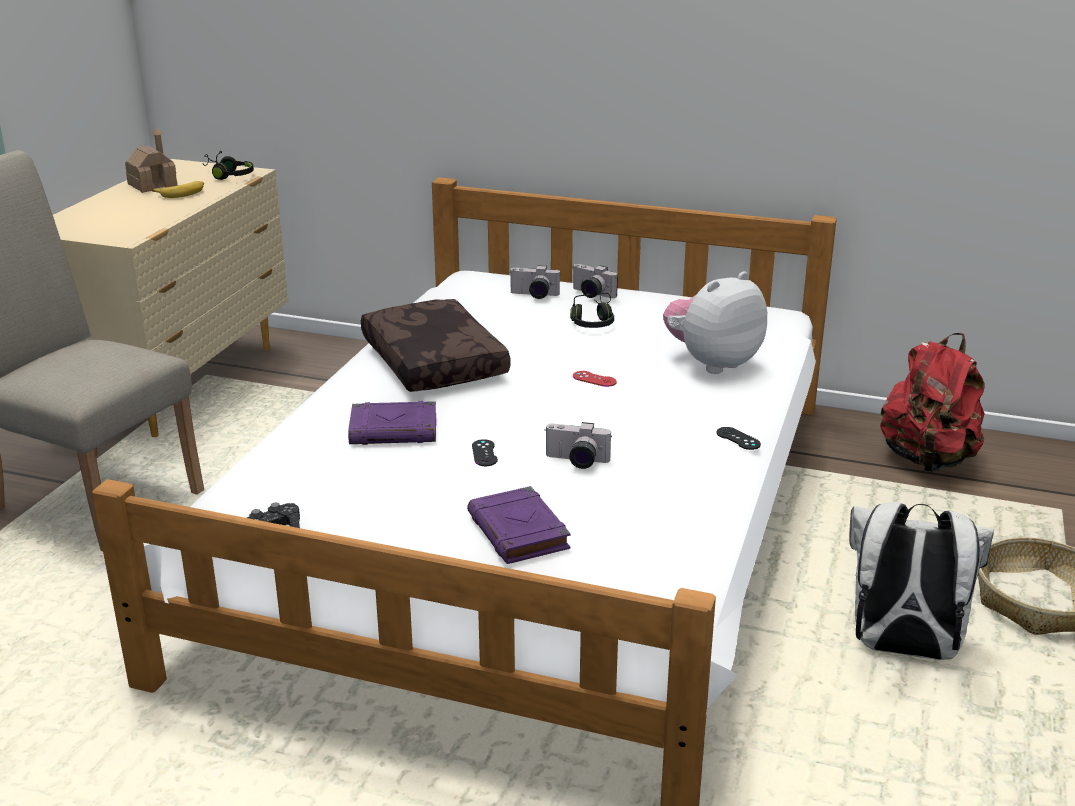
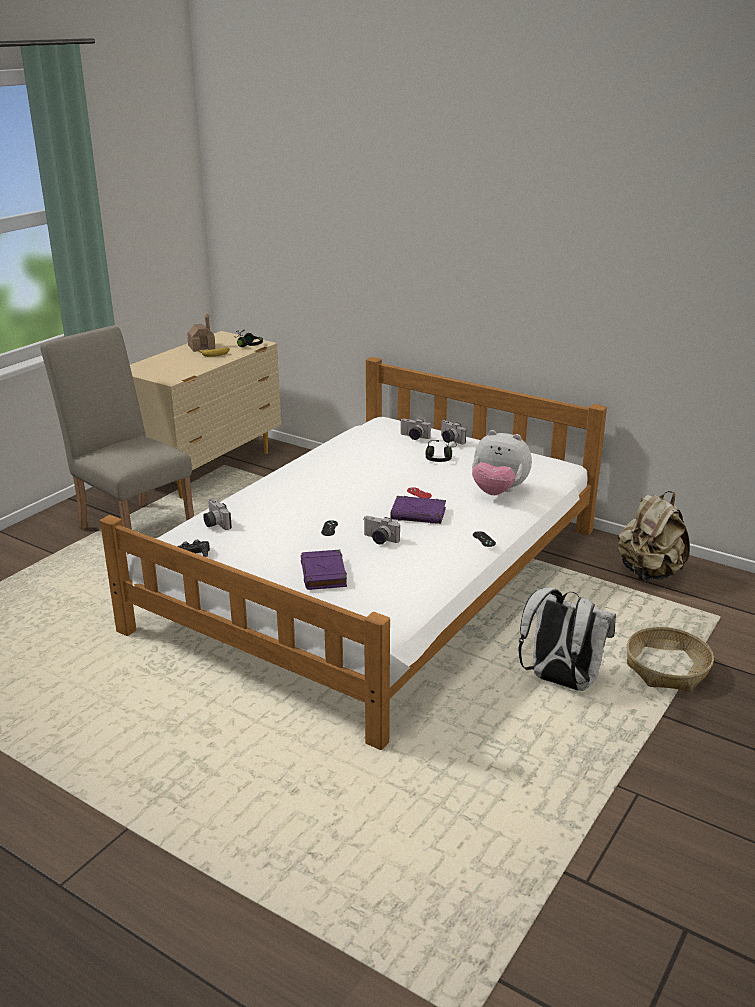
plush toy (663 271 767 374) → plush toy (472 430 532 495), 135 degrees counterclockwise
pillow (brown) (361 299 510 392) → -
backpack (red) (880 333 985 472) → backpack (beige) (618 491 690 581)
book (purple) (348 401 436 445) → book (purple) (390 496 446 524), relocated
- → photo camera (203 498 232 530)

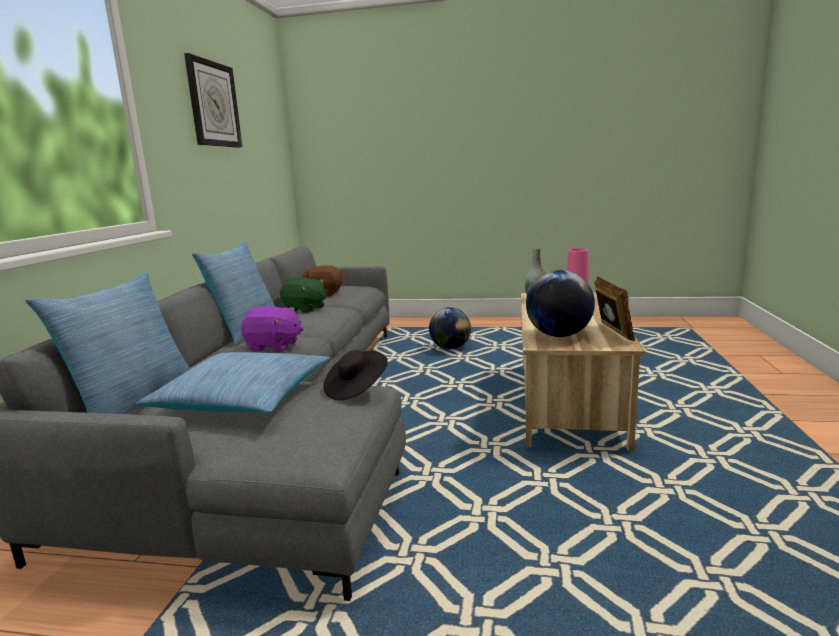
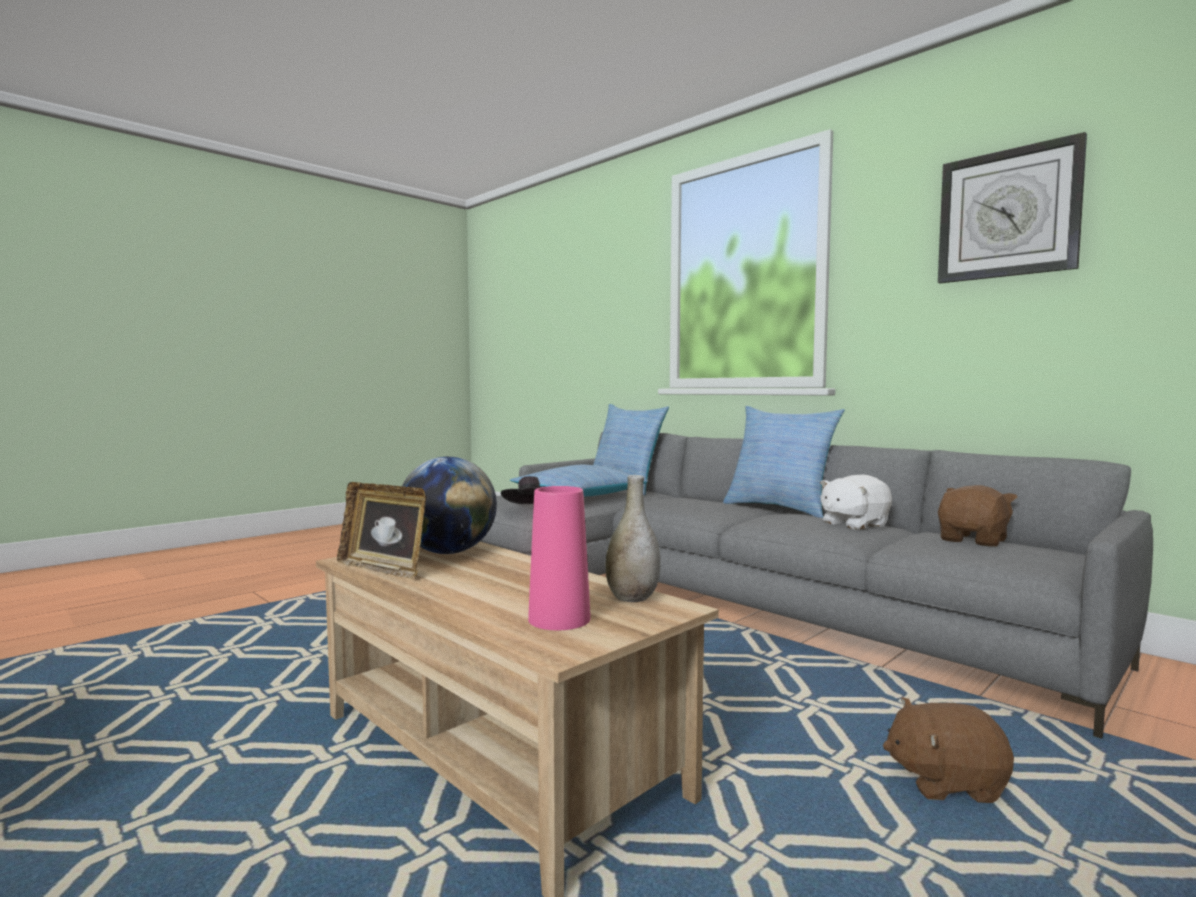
plush toy (green) (280 277 326 313) → plush toy (white) (820 475 892 530)
plush toy (purple) (241 306 303 352) → -
globe (429 307 471 349) → plush toy (brown) (883 697 1014 803)

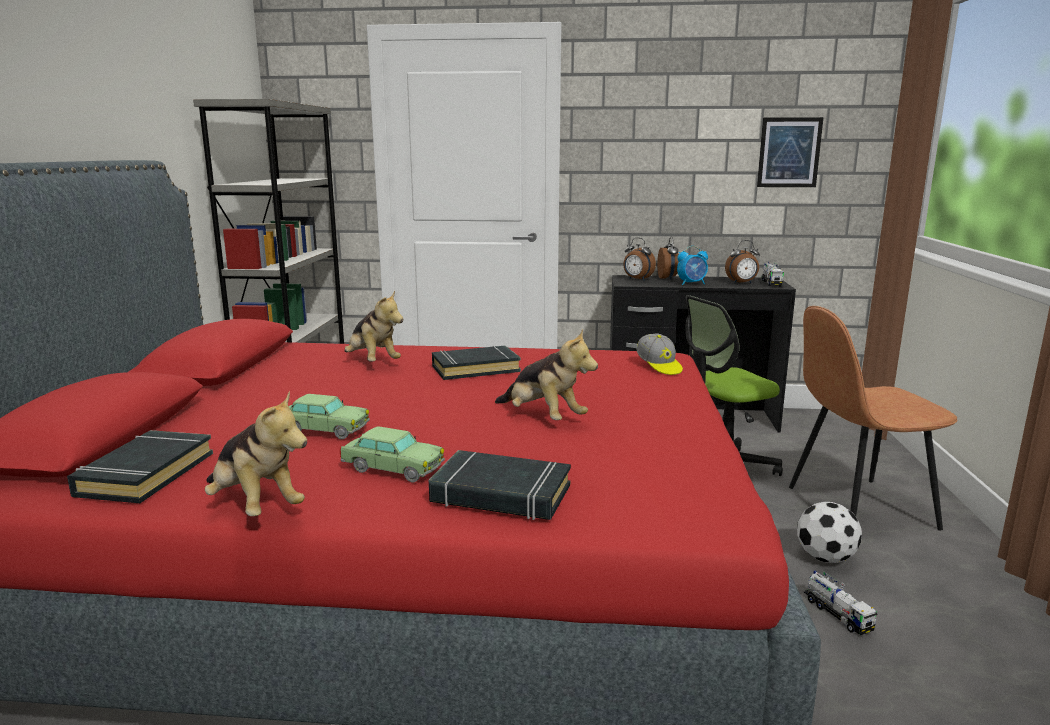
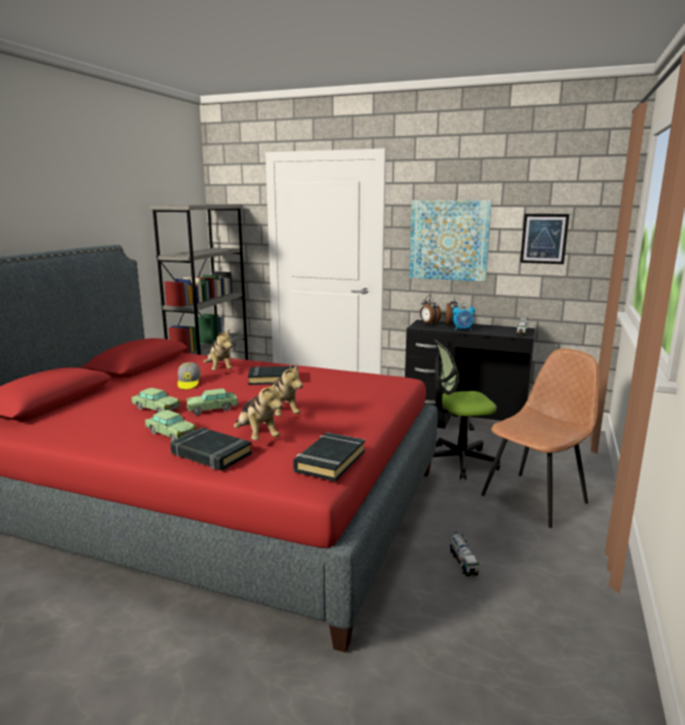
alarm clock (725 240 760 284) → -
chair (brown) (789 306 958 530) → chair (brown) (481 349 599 528), 135 degrees clockwise
cap (636 333 683 375) → cap (177 362 201 390), relocated
plush toy (205 391 307 516) → plush toy (234 381 283 440), relocated
book (black) (67 430 213 503) → book (black) (293 432 365 481), relocated
football (797 502 862 563) → -
- → picture (409 200 492 282)
- → toy car (186 388 238 415)

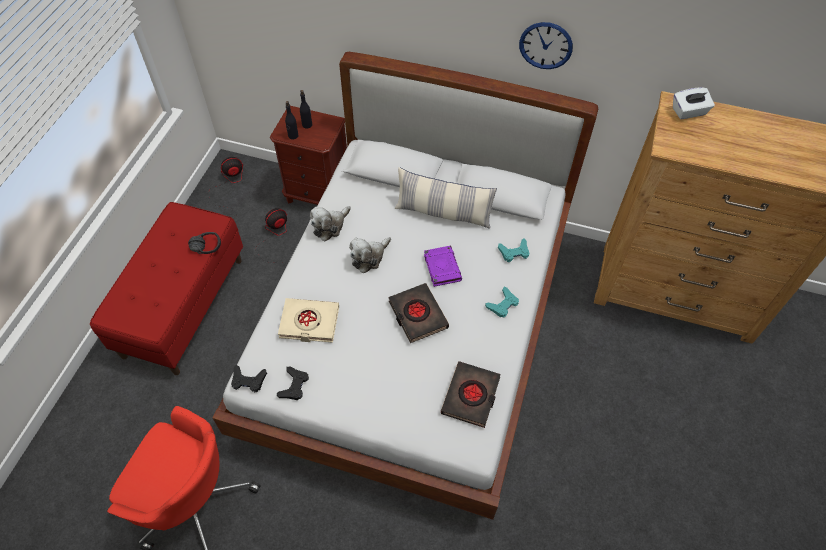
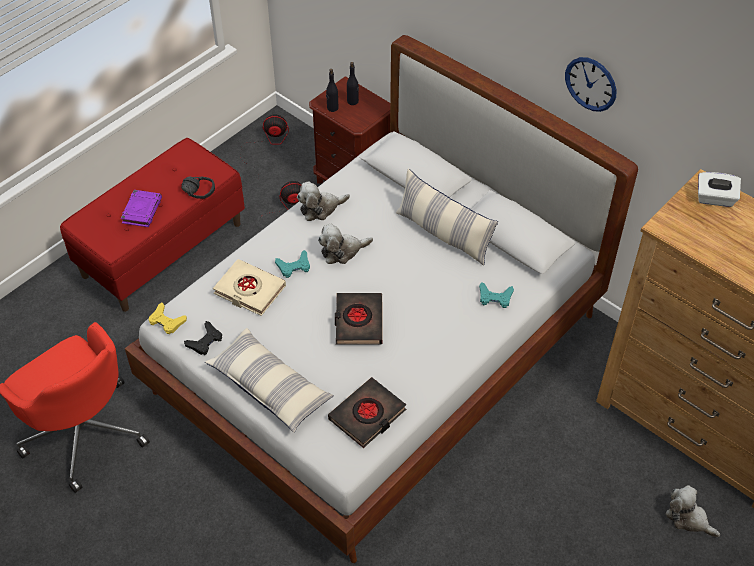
book (purple) (424 246 462 287) → book (purple) (121 190 162 227), relocated
game controller (turquoise) (485 287 519 317) → game controller (turquoise) (275 250 310 278), relocated
game controller (black) (231 365 267 392) → game controller (yellow) (148 303 187 334)
- → pillow (205 328 334 433)
- → plush toy (665 485 720 537)

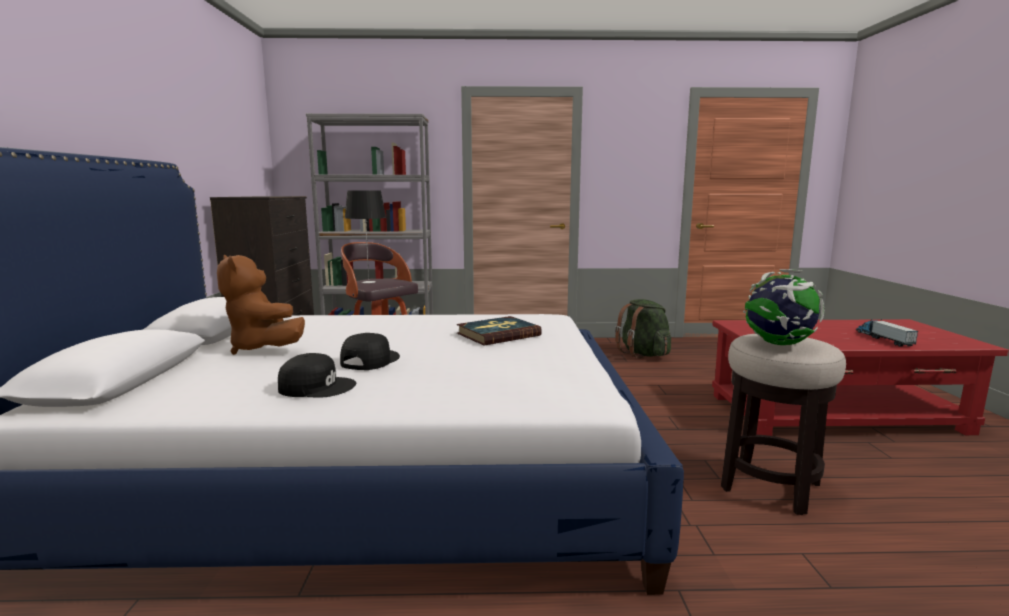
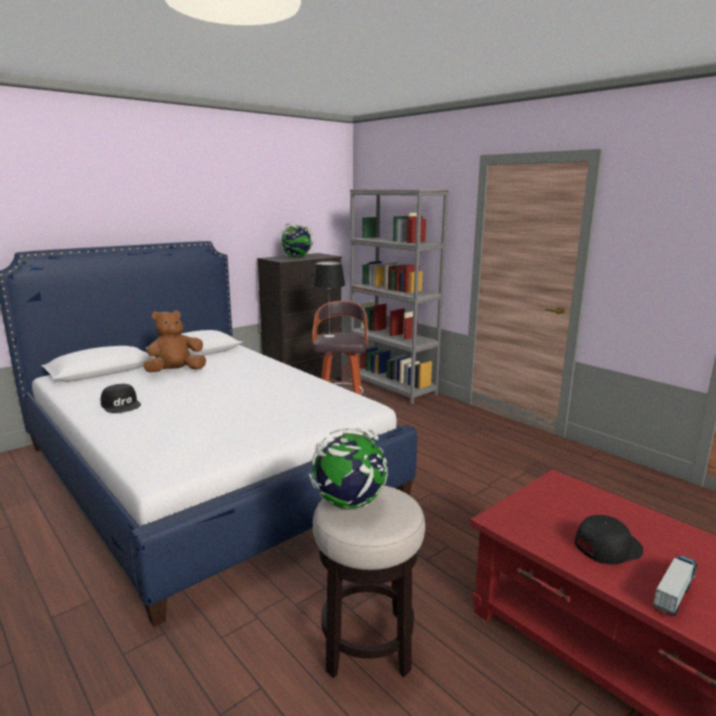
plush toy (brown) (217 255 305 355) → plush toy (brown) (143 310 206 372), 45 degrees clockwise
backpack (green) (615 299 671 358) → -
book (457 316 542 346) → -
cap (black) (340 333 400 370) → cap (black) (575 515 644 564), relocated
- → globe (280 224 314 257)

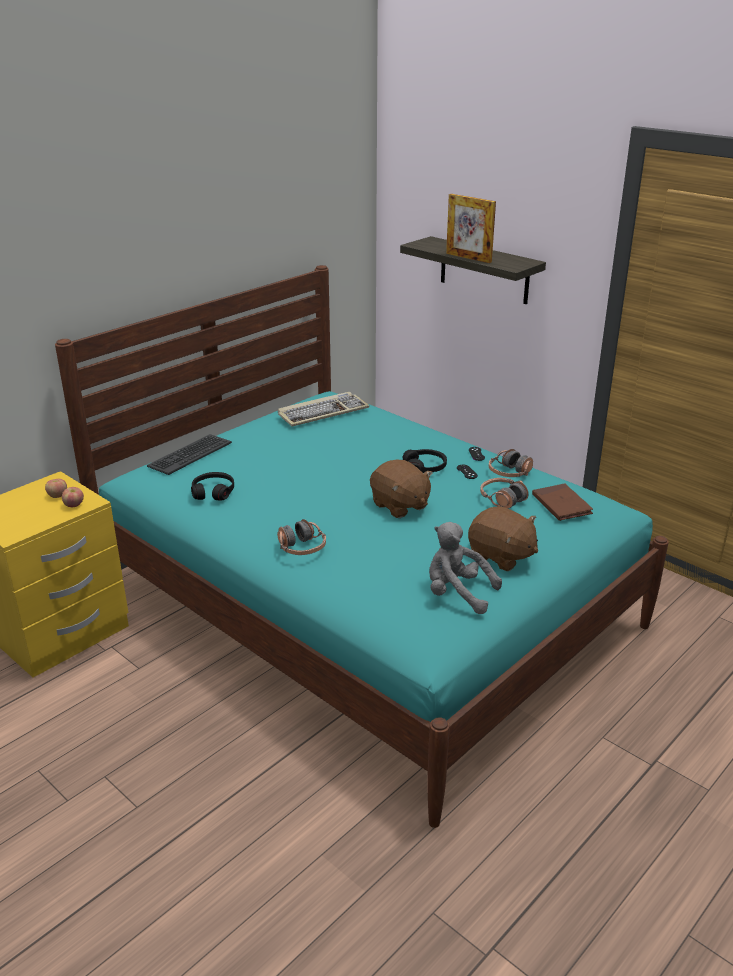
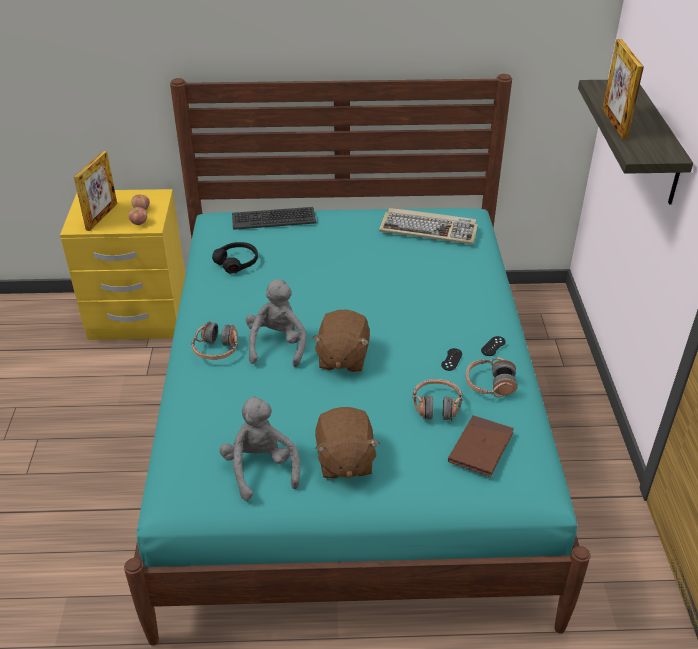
headphones (black) (403 449 447 473) → -
- → picture frame (74 151 117 231)
- → plush toy (grey) (246 279 307 367)

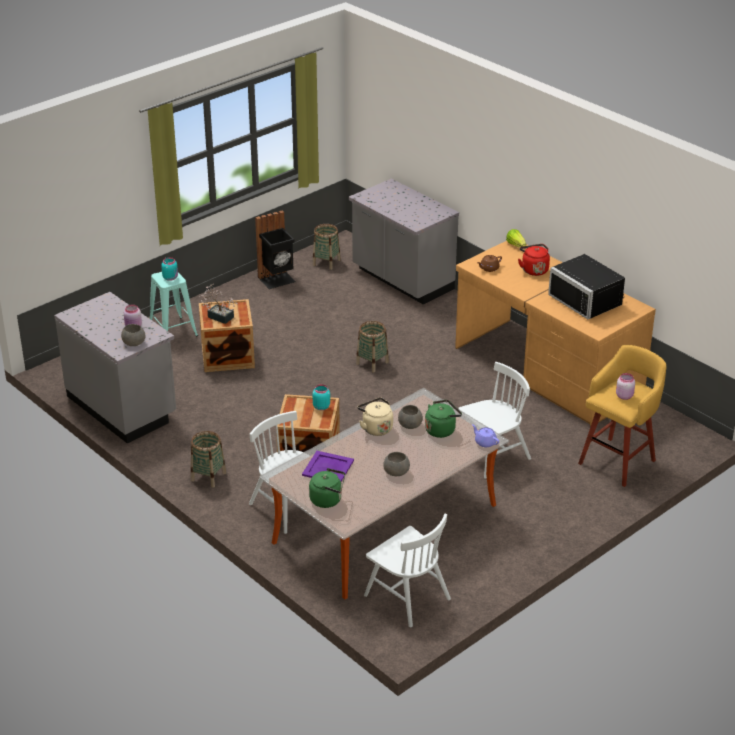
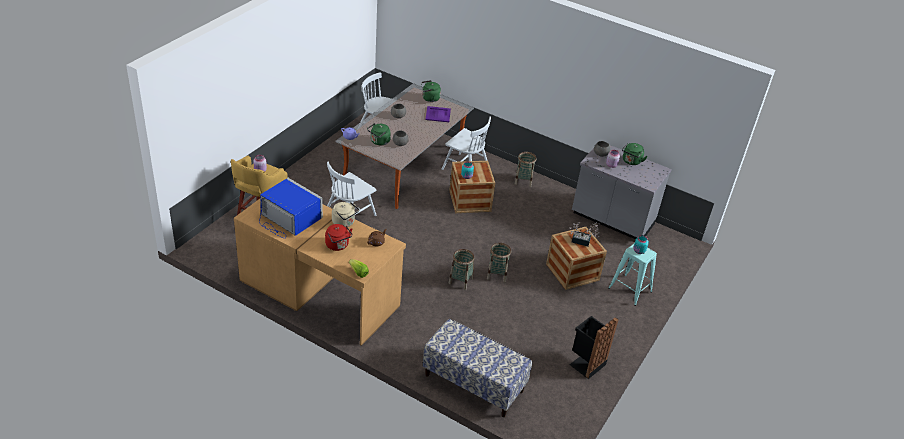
counter (grey) (349 178 459 304) → bench (423 319 532 417)
basket (313 224 341 270) → basket (487 243 511 282), relocated
microwave (black) (548 254 625 319) → microwave (blue) (259 178 323 238)
kettle (beige) (357 397 393 436) → kettle (beige) (332 202 359 227), relocated
- → kettle (green) (622 143 648 165)

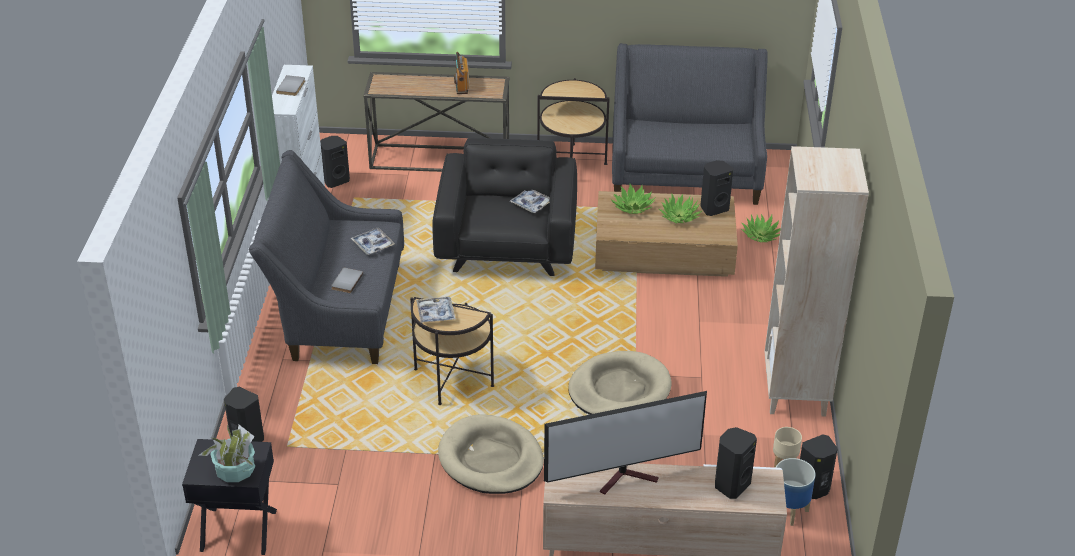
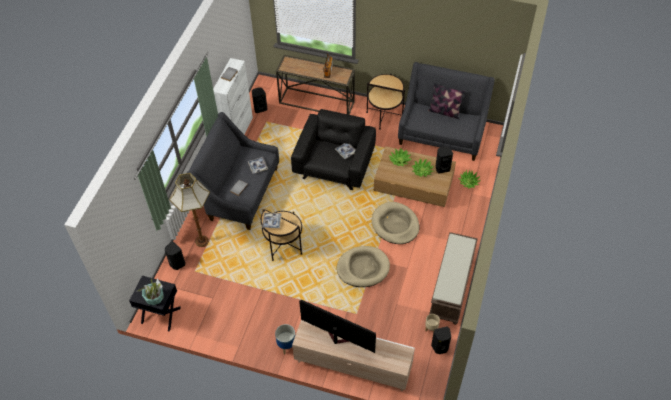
bookcase (beige) (764 146 869 417) → bench (brown) (429 232 478 325)
television (544 391 707 494) → television (299 300 376 353), 150 degrees counterclockwise
dog bed (beige) (438 414 544 494) → dog bed (beige) (372 202 419 244), relocated
speaker (black) (715 427 757 499) → -
planter (776 458 815 526) → planter (275 324 295 354), relocated
- → pillow (428 83 465 119)
- → floor lamp (169 173 210 247)

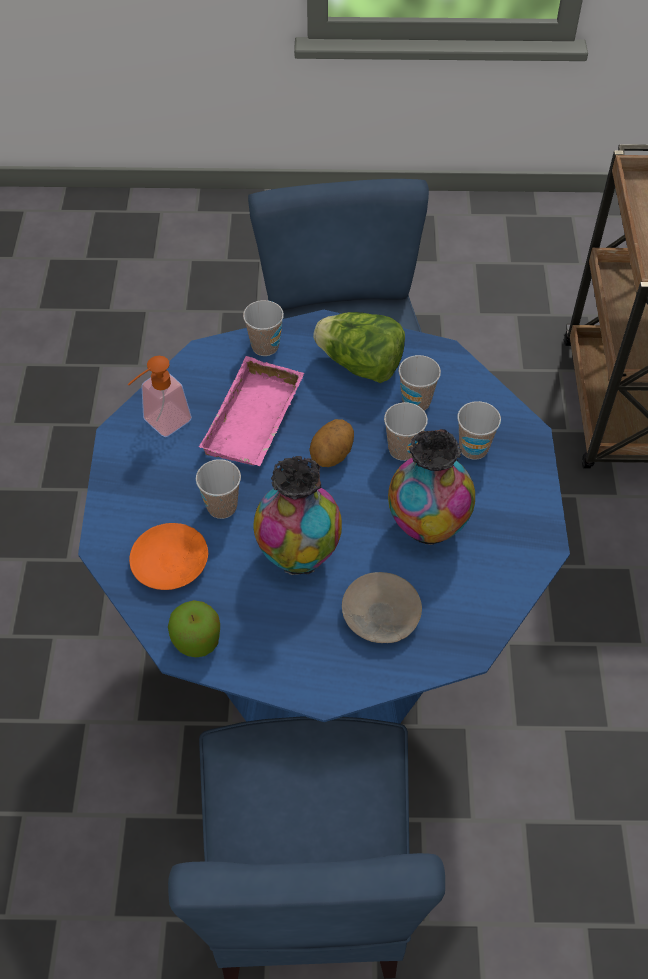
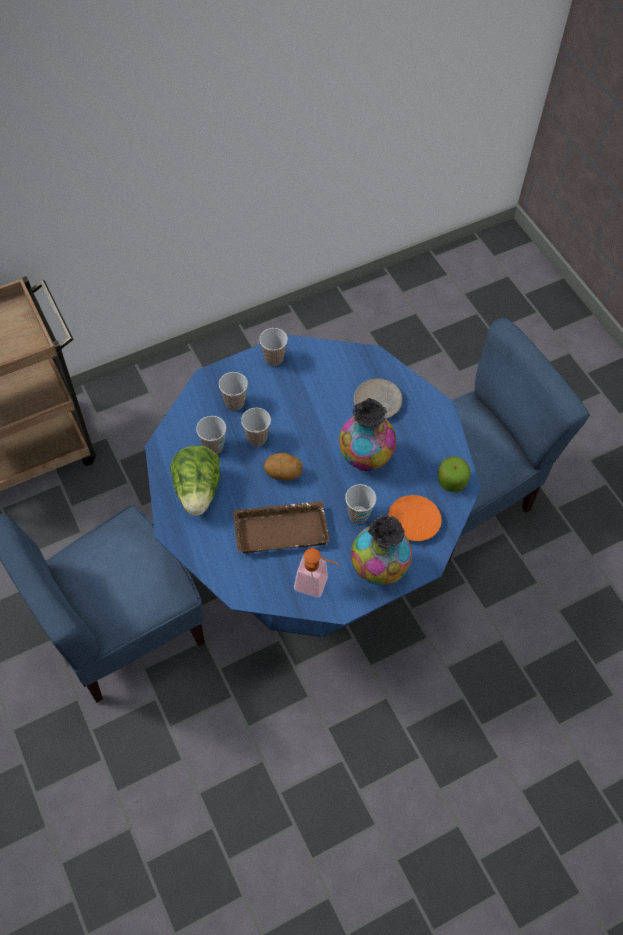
cup (243 300 284 356) → cup (259 328 288 366), relocated
tray (pink) (199 356 304 466) → tray (brown) (233 501 330 553)
vase (388 429 475 547) → vase (351 514 412 585), relocated

